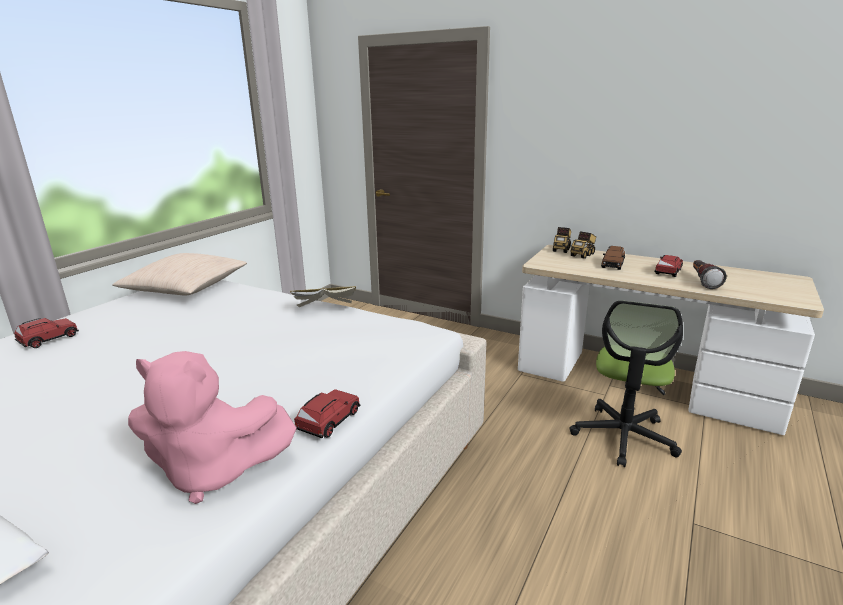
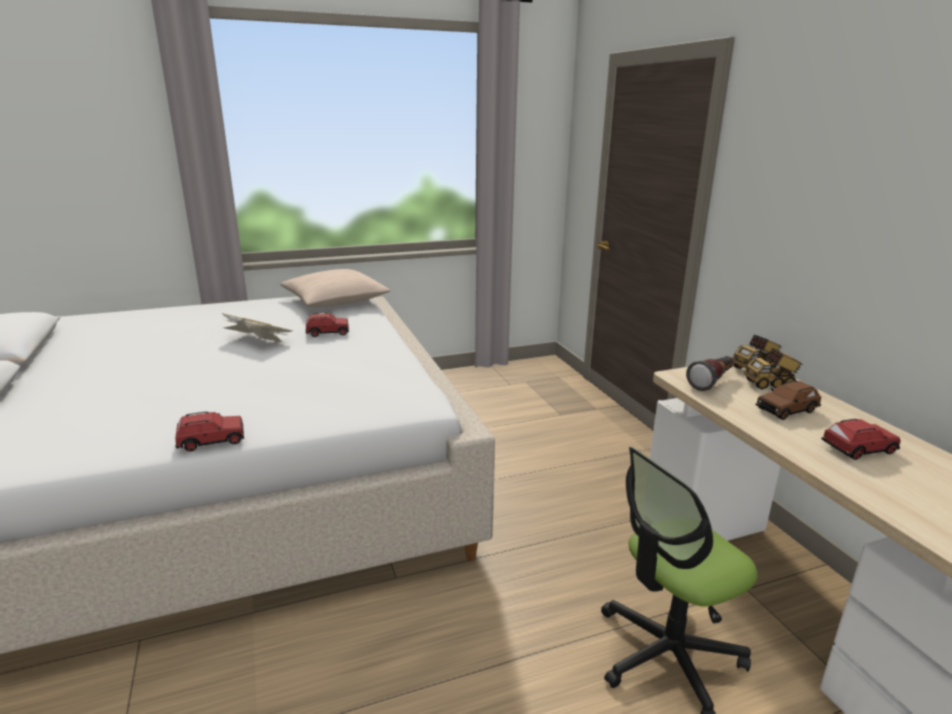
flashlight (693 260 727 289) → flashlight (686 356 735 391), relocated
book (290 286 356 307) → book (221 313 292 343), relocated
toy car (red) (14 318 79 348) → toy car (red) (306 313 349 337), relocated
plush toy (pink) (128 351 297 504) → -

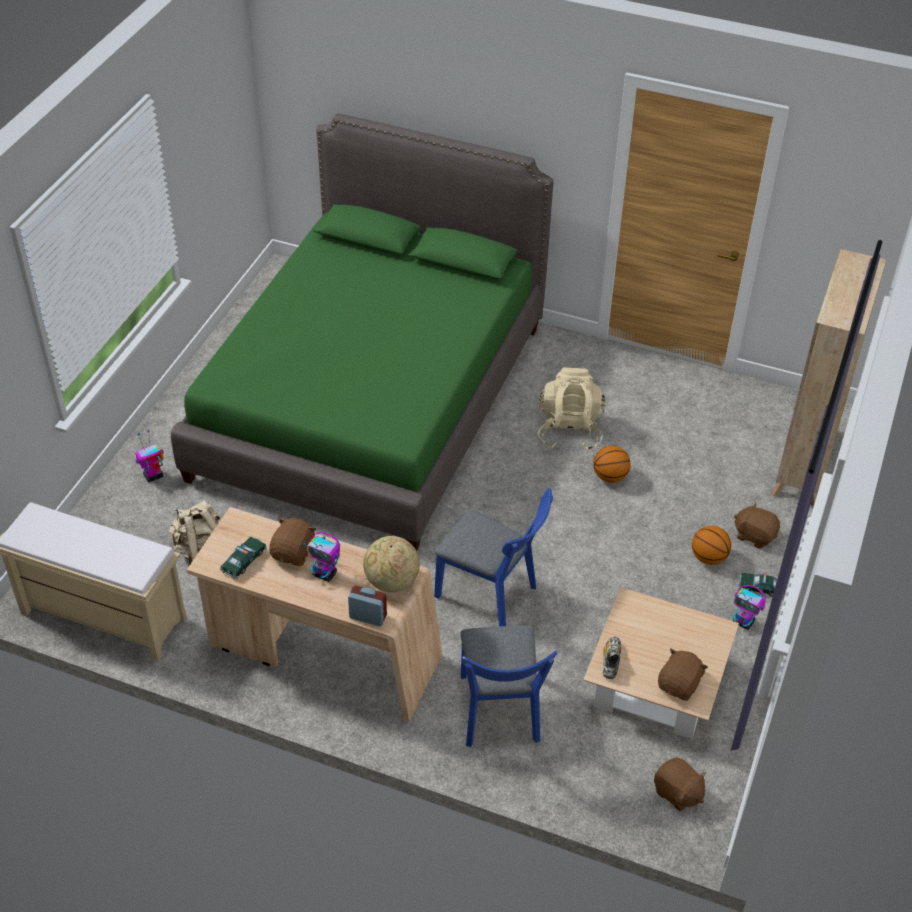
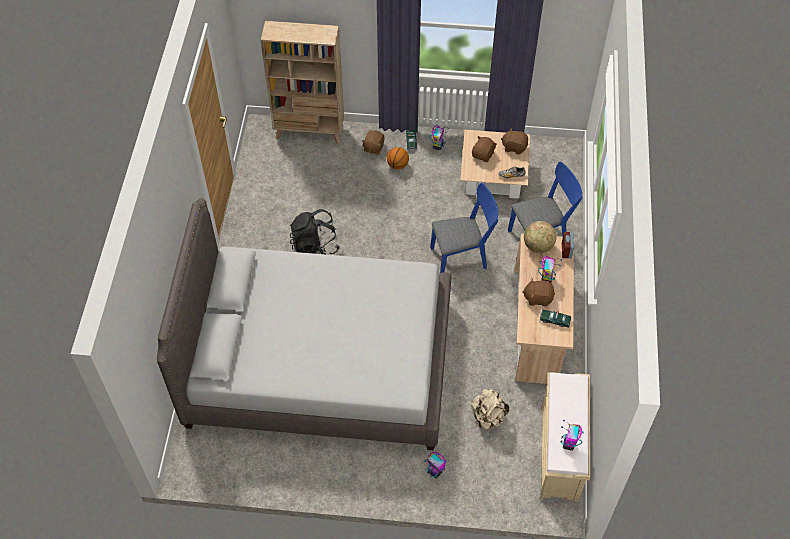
bed (green) (171 114 554 551) → bed (grey) (157 198 451 450)
backpack (beige) (538 367 606 451) → backpack (black) (290 209 340 255)
basketball (593 446 631 483) → -
chair (blue) (434 488 553 626) → chair (blue) (430 183 498 273), 60 degrees clockwise
plush toy (brown) (654 758 706 812) → plush toy (brown) (472 136 497 162), relocated
- → toy robot (560 420 584 451)

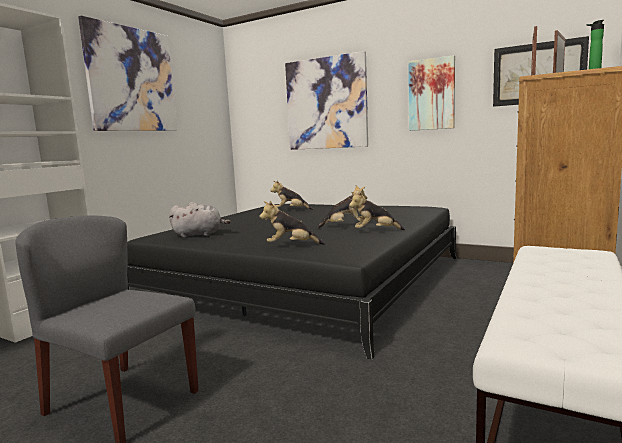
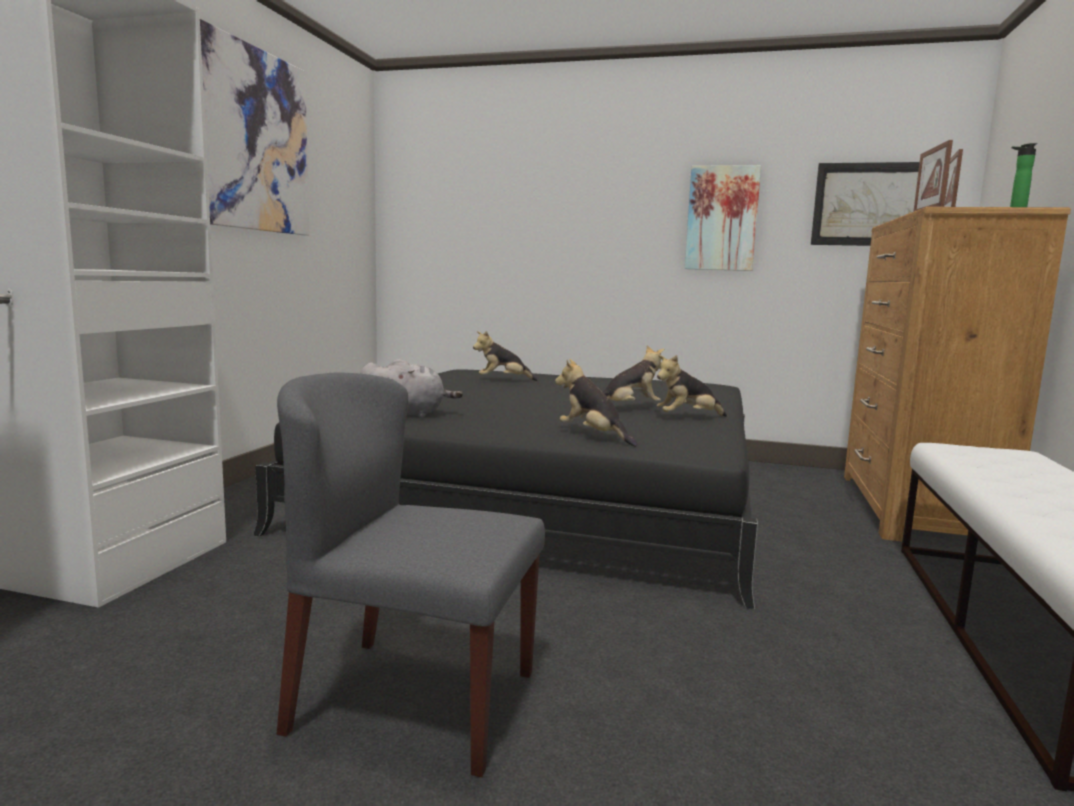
picture (285 51 368 150) → -
plush toy (259 201 325 245) → plush toy (555 359 637 446), 60 degrees clockwise

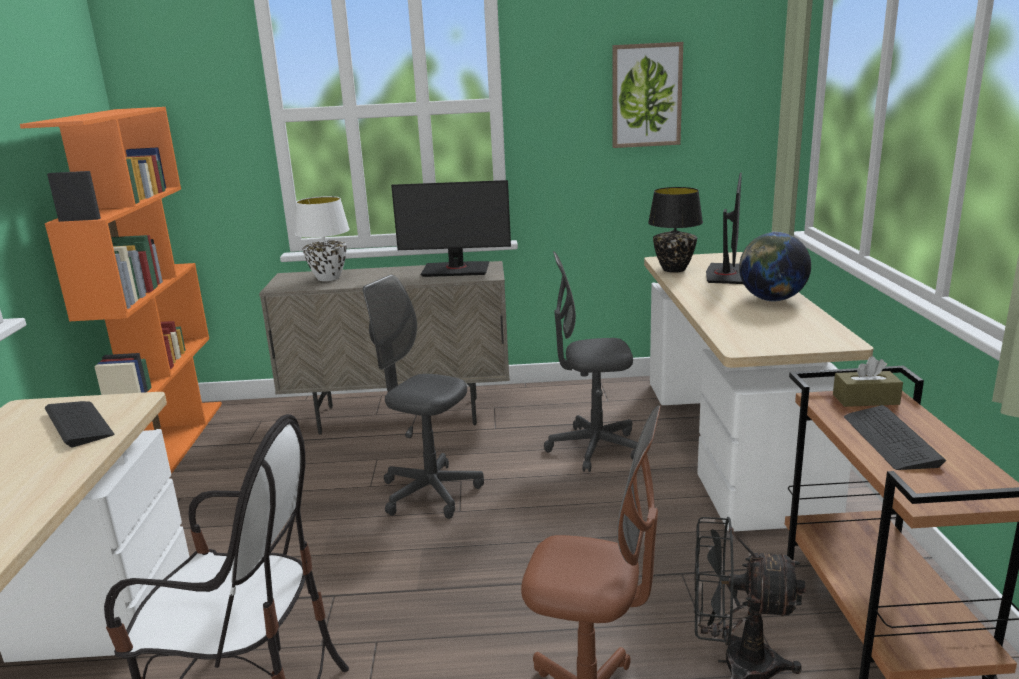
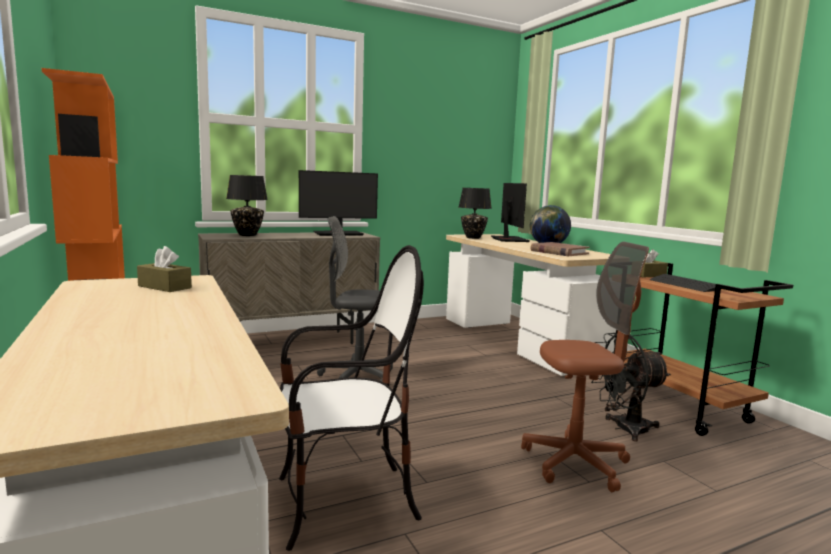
picture (613 42 683 148) → -
table lamp (white) (295 196 350 281) → table lamp (black) (226 175 268 236)
office chair (grey) (544 252 638 472) → -
keyboard (45 401 115 447) → tissue box (brown) (137 246 192 292)
- → book (brown) (530 242 590 256)

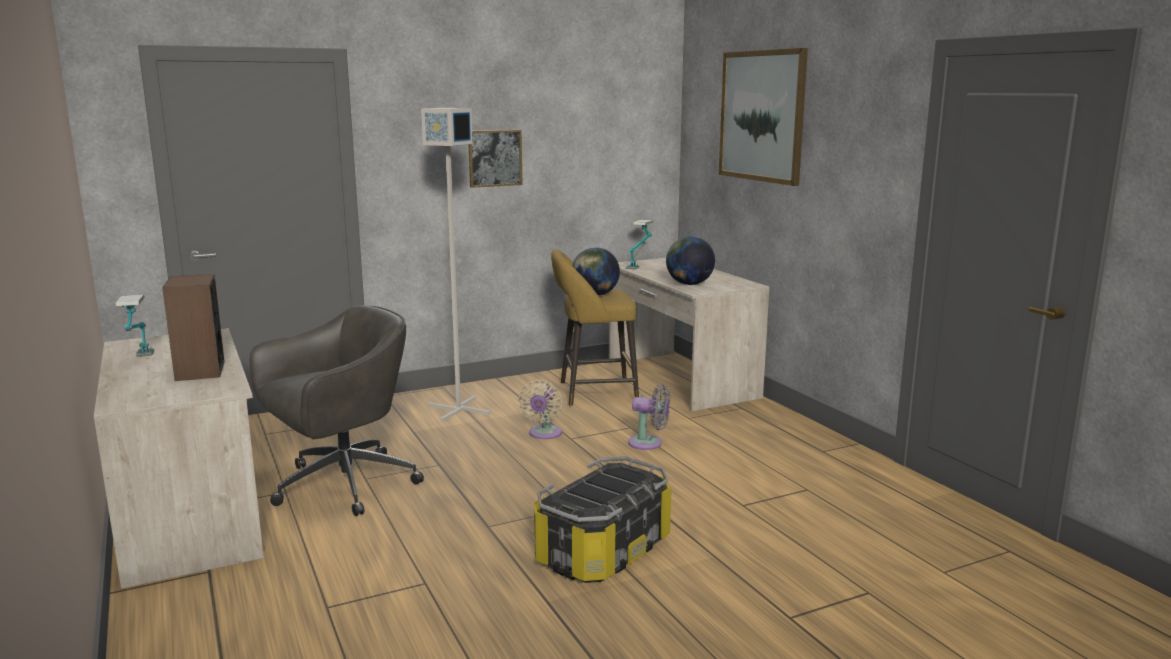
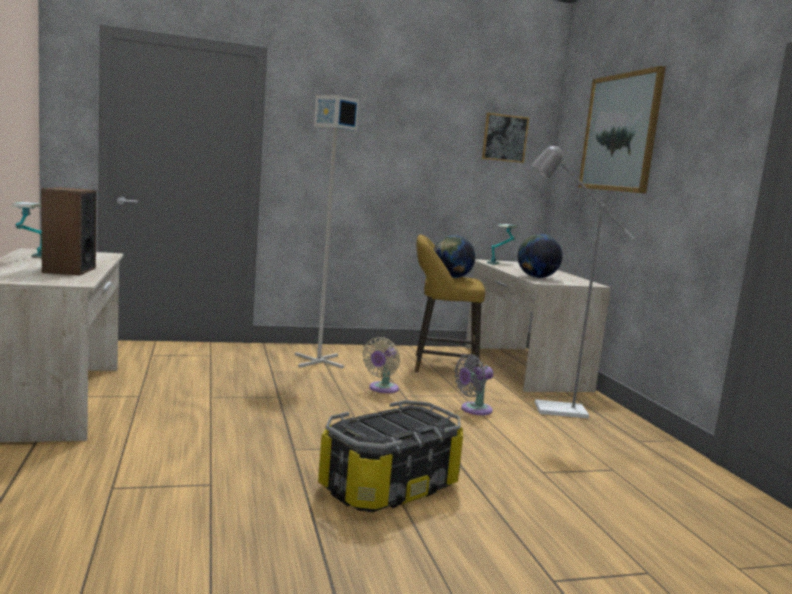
picture (469 130 523 188) → picture (482 113 529 163), relocated
office chair (grey) (249 305 424 516) → -
fan (grey) (628 384 670 450) → fan (grey) (454 354 493 415), 120 degrees clockwise
- → floor lamp (grey) (531 145 635 419)

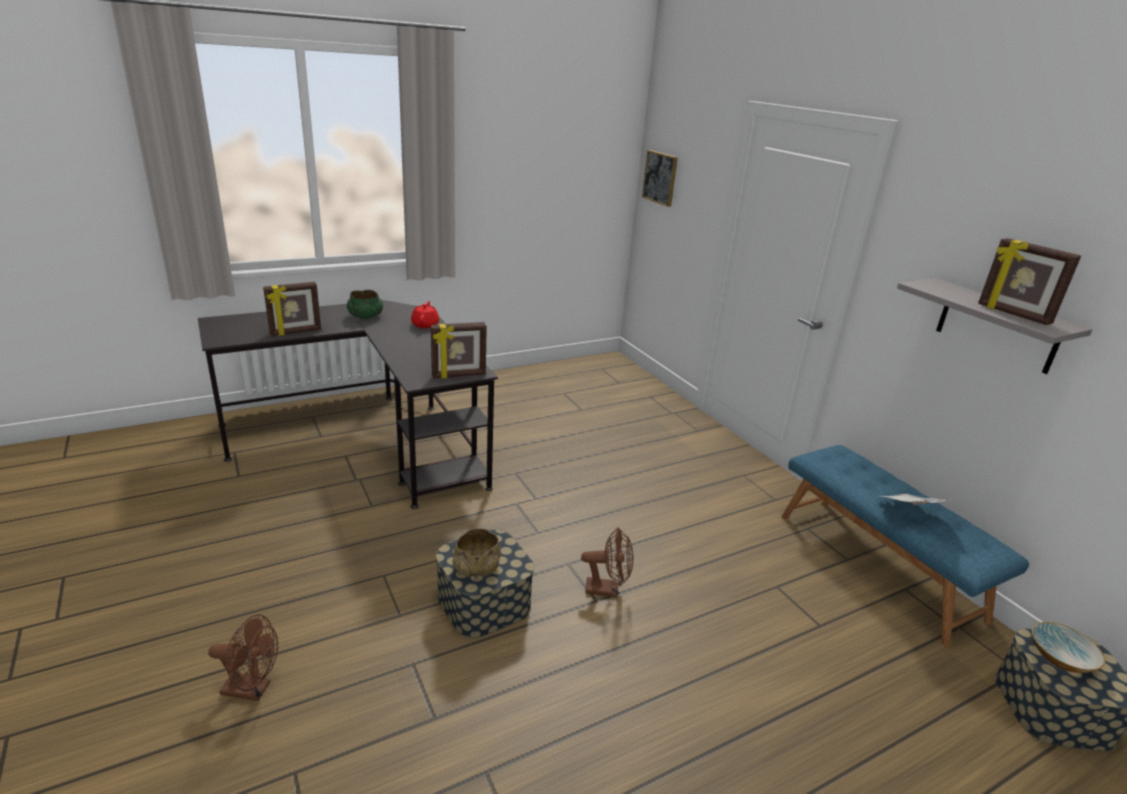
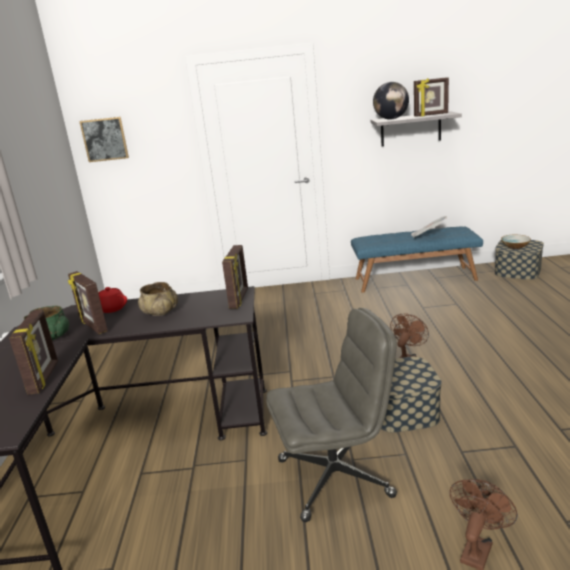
bowl (beige) (453 528 501 578) → bowl (beige) (138 282 178 316), relocated
- → globe (373 82 409 119)
- → picture frame (68 271 108 334)
- → office chair (grey) (266 308 397 522)

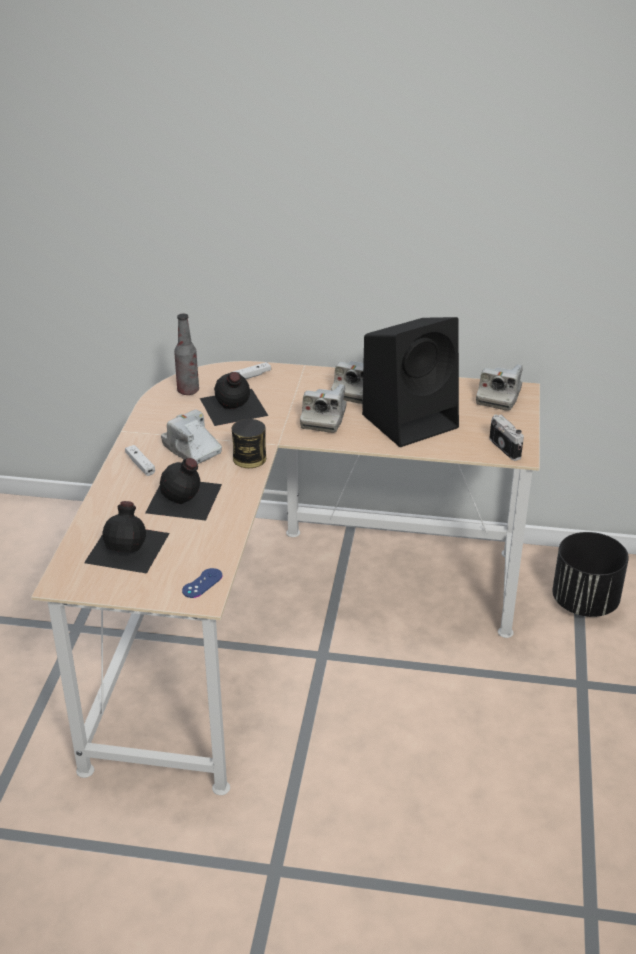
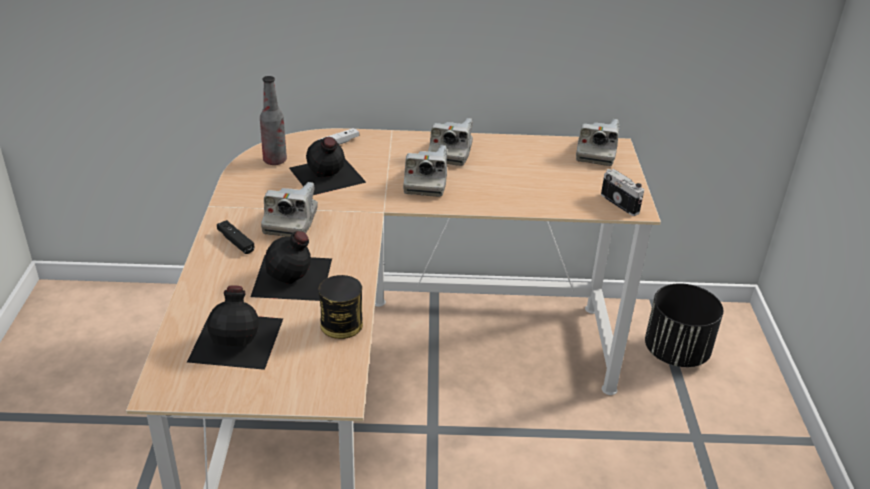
speaker (black) (362 317 459 447) → -
photo camera (161 409 222 464) → photo camera (261 182 318 237), 120 degrees counterclockwise
can (232 419 266 468) → can (319 275 363 339), relocated
game controller (white) (125 445 155 476) → game controller (black) (217 220 255 254)
game controller (blue) (182 568 223 598) → -

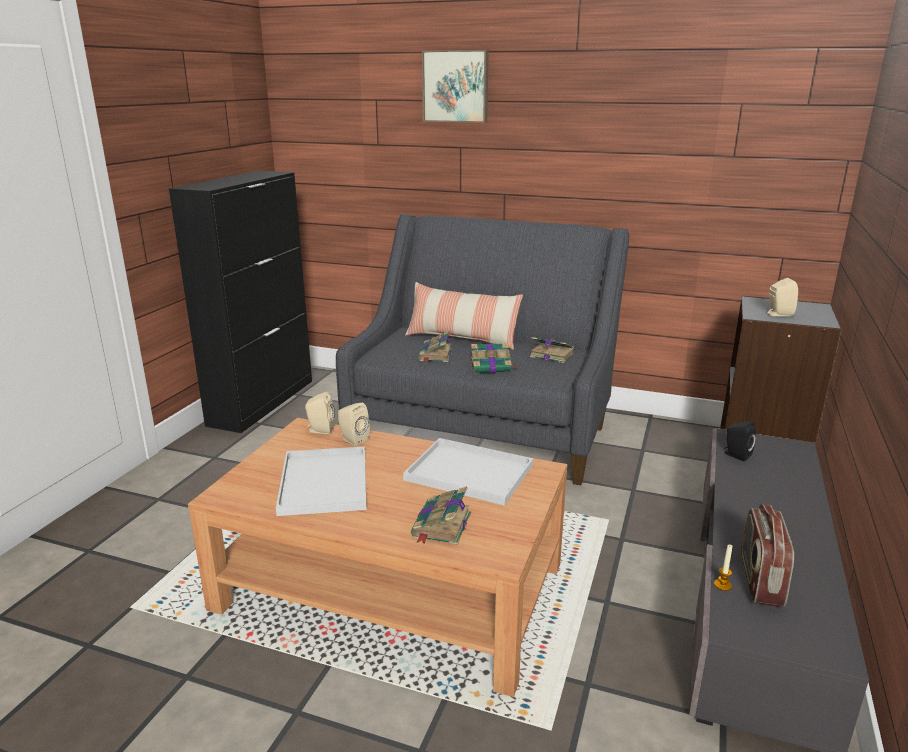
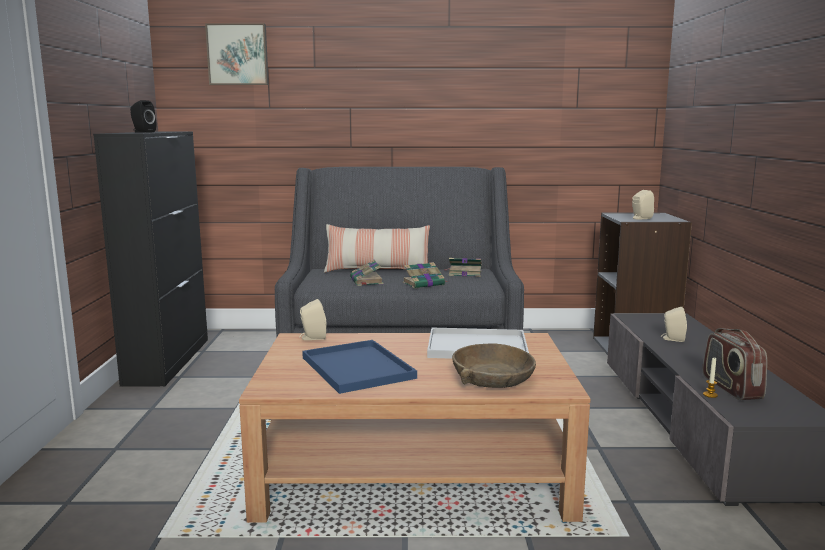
picture (422 50 489 123) → picture (205 23 269 85), relocated
speaker (beige) (338 403 370 446) → speaker (beige) (661 307 687 342), relocated
speaker (black) (723 421 756 461) → speaker (black) (130 100 156 133), relocated
tray (white) (276 446 367 516) → tray (blue) (302 340 417 394)
book (411 486 471 545) → bowl (brown) (452 343 536 388)

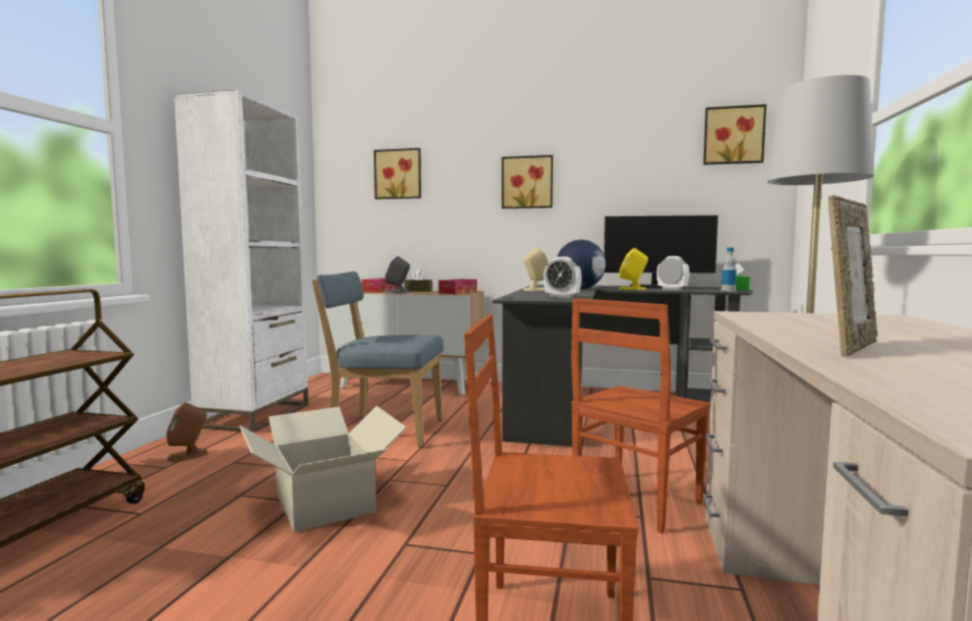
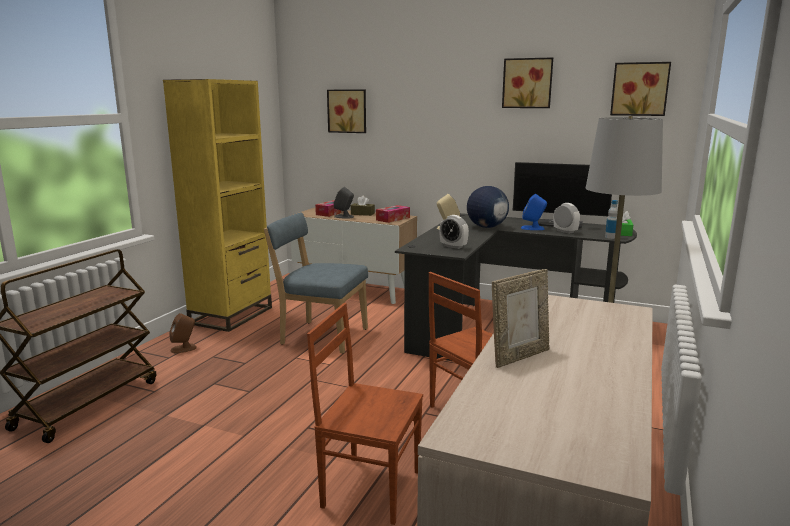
bookcase (white) (174 90 309 433) → bookcase (yellow) (163 79 272 332)
picture (502 155 553 209) → picture (502 57 553 108), relocated
speaker (yellow) (619 248 648 290) → speaker (blue) (521 194 547 230)
cardboard box (239 406 407 532) → -

